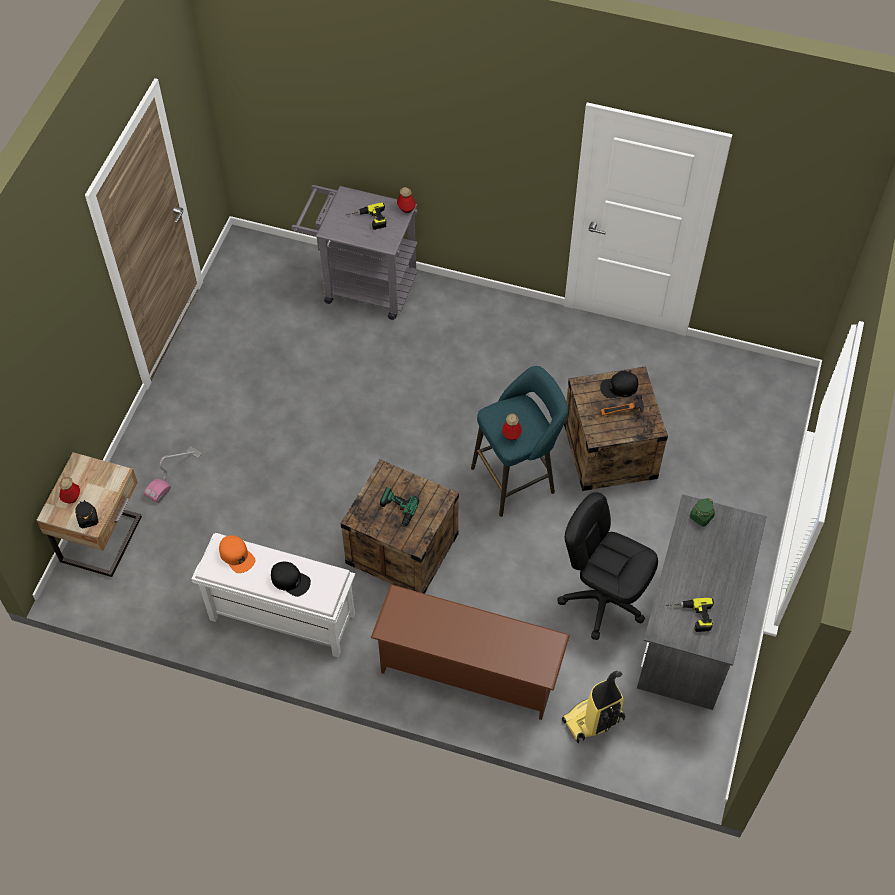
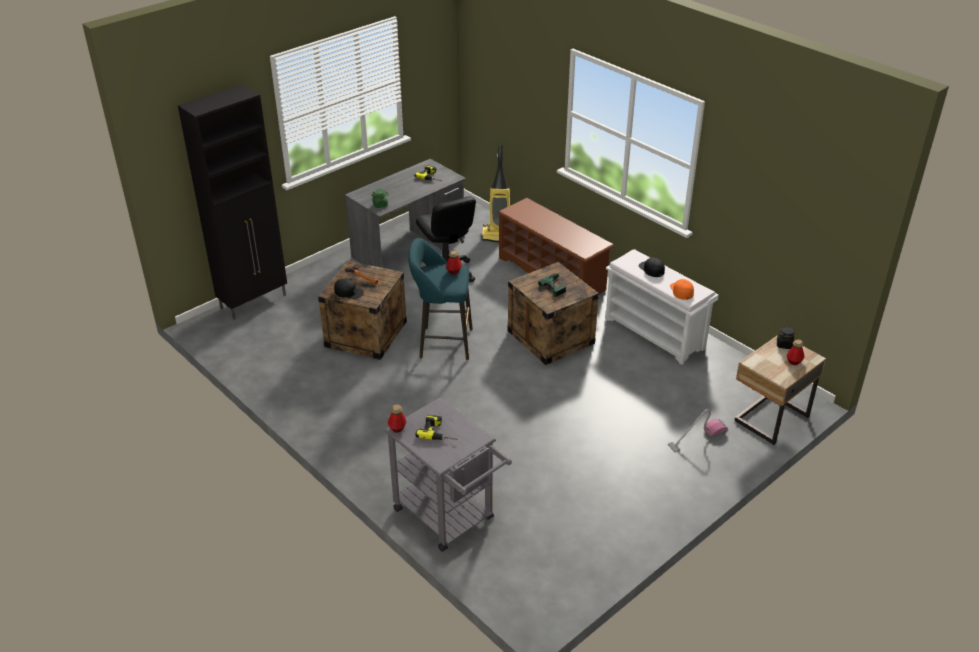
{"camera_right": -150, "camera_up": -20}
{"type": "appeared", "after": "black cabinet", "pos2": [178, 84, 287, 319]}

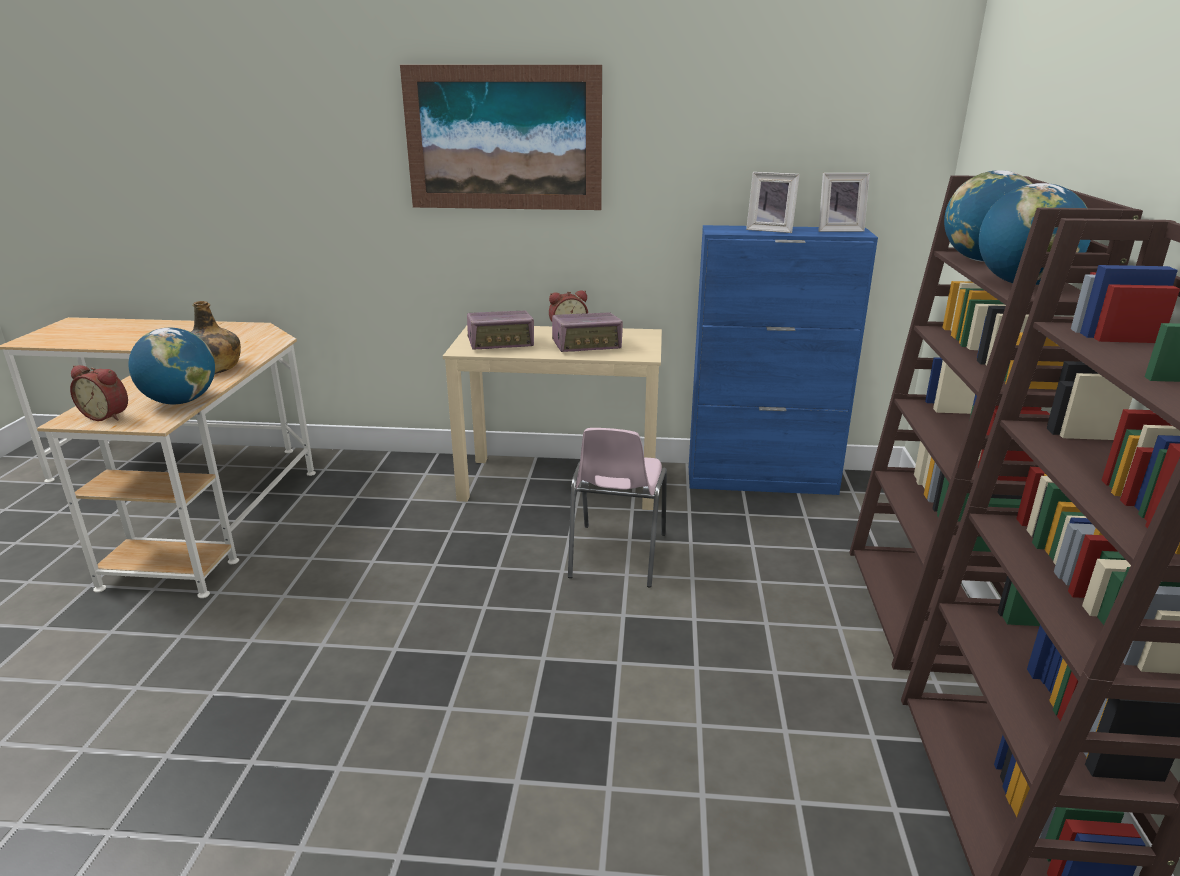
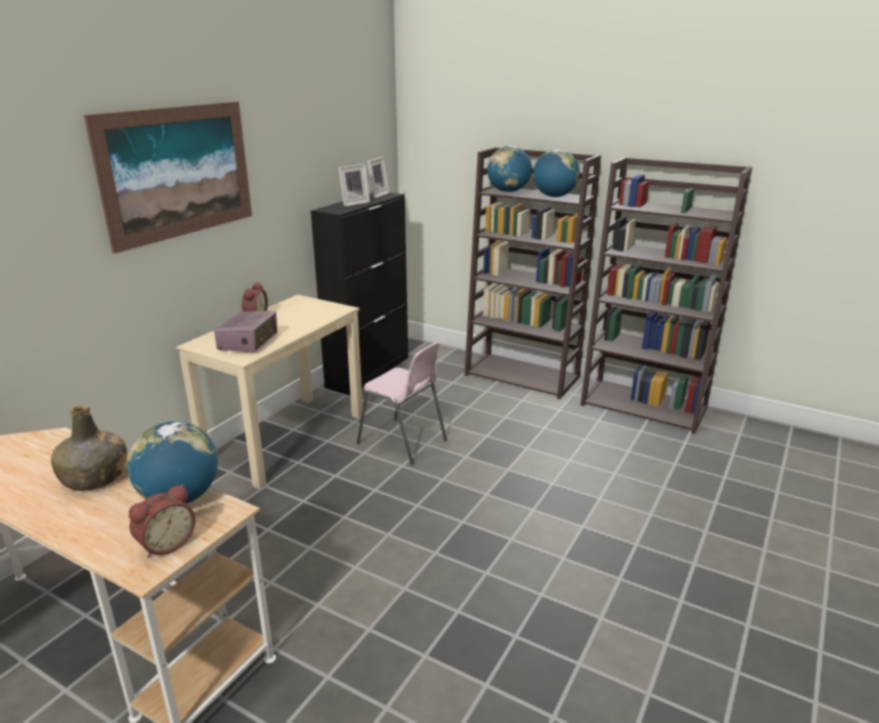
{"camera_right": -65, "camera_up": 0}
{"type": "missing", "before": "radio", "pos1": [552, 312, 623, 352]}
{"type": "colour", "before": "blue cabinet", "after": "black cabinet", "pos1": [689, 225, 878, 495], "pos2": [311, 193, 408, 395]}

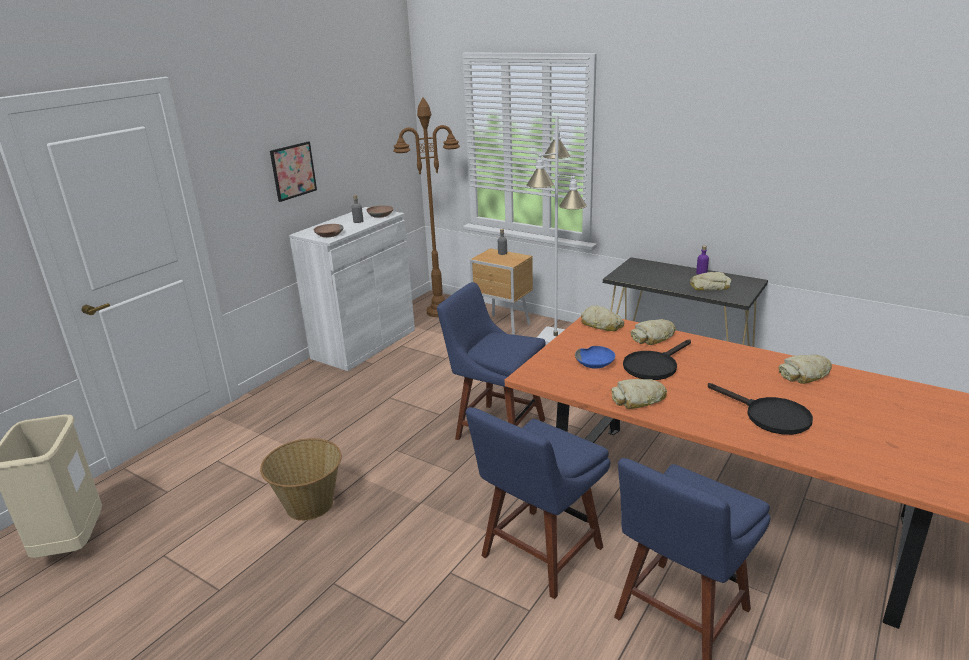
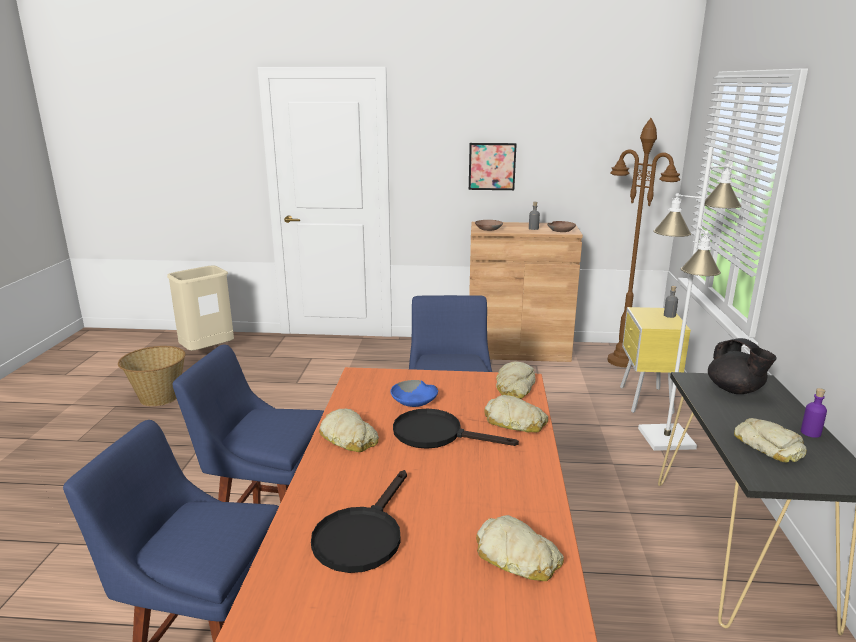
{"camera_right": 60, "camera_up": -5}
{"type": "appeared", "after": "black teapot", "pos2": [708, 338, 777, 394]}
{"type": "relocated", "before": "basket", "pos1": [260, 438, 342, 521], "pos2": [118, 346, 186, 406]}
{"type": "colour", "before": "white cabinet", "after": "brown cabinet", "pos1": [289, 207, 415, 371], "pos2": [469, 222, 583, 362]}
{"type": "colour", "before": "brown nightstand", "after": "yellow nightstand", "pos1": [470, 248, 533, 335], "pos2": [620, 307, 691, 414]}

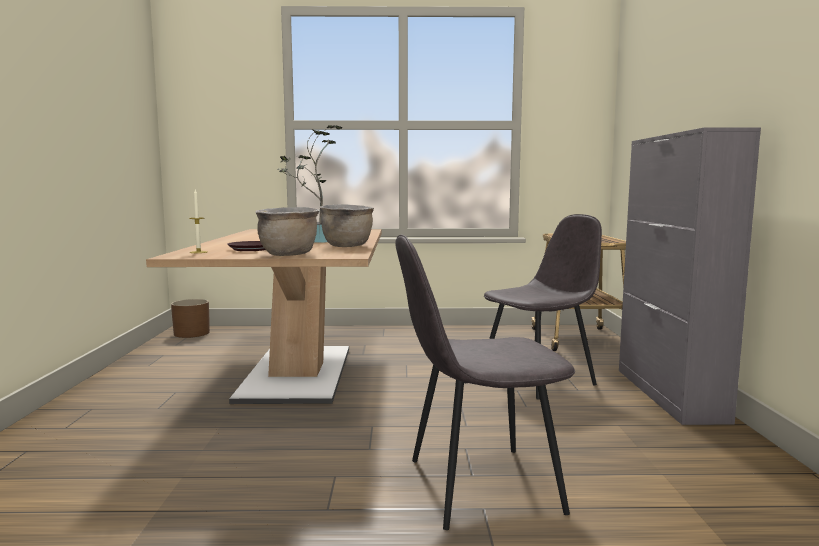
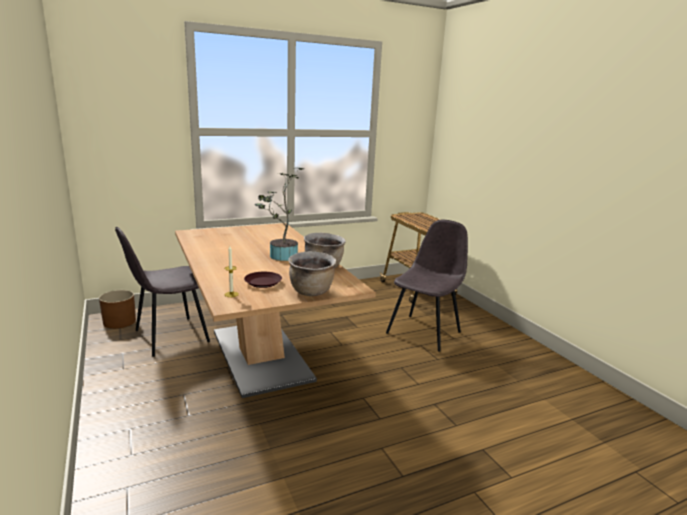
{"camera_right": -25, "camera_up": 10}
{"type": "missing", "before": "grey cabinet", "pos1": [619, 127, 761, 425]}
{"type": "relocated", "before": "grey chair", "pos1": [395, 235, 575, 530], "pos2": [115, 227, 210, 357]}

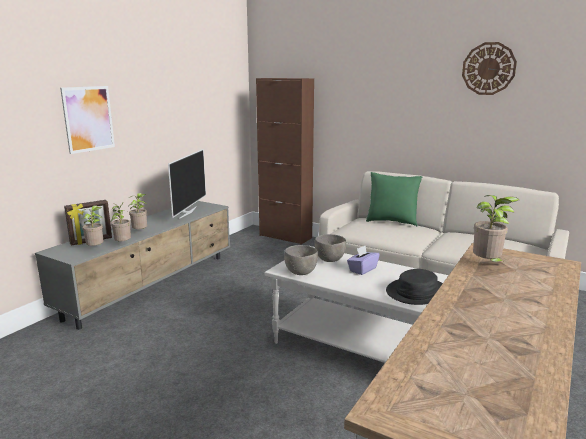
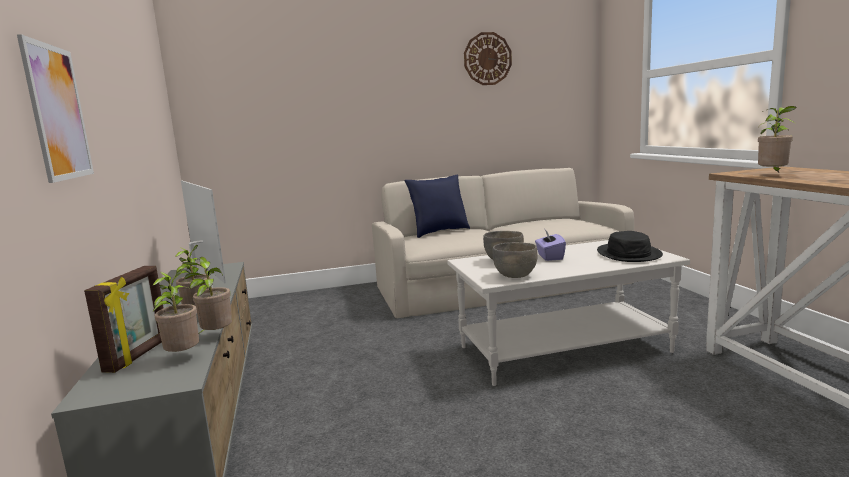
{"camera_right": -45, "camera_up": -5}
{"type": "missing", "before": "brown cabinet", "pos1": [256, 78, 314, 245]}
{"type": "colour", "before": "green pillow", "after": "blue pillow", "pos1": [366, 172, 423, 226], "pos2": [404, 175, 470, 238]}

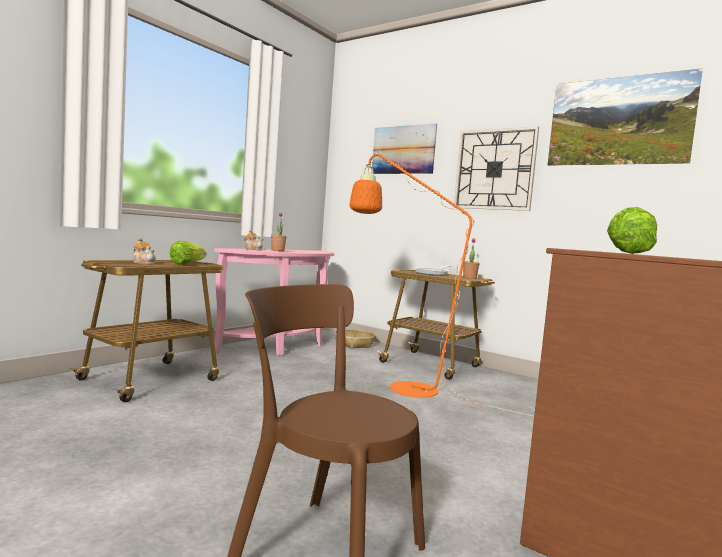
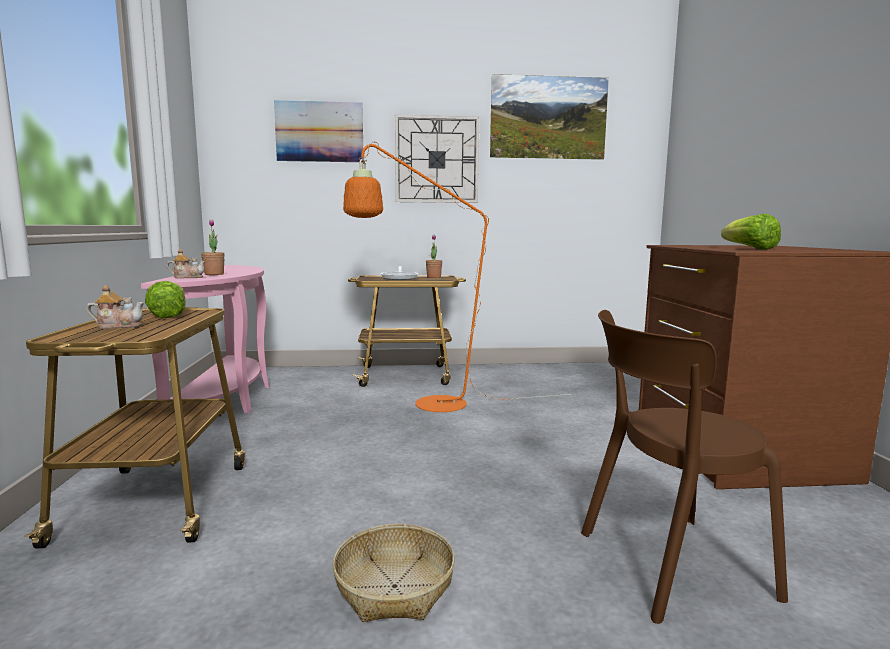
{"camera_right": -40, "camera_up": 5}
{"type": "relocated", "before": "basket", "pos1": [335, 329, 375, 348], "pos2": [332, 524, 455, 622]}

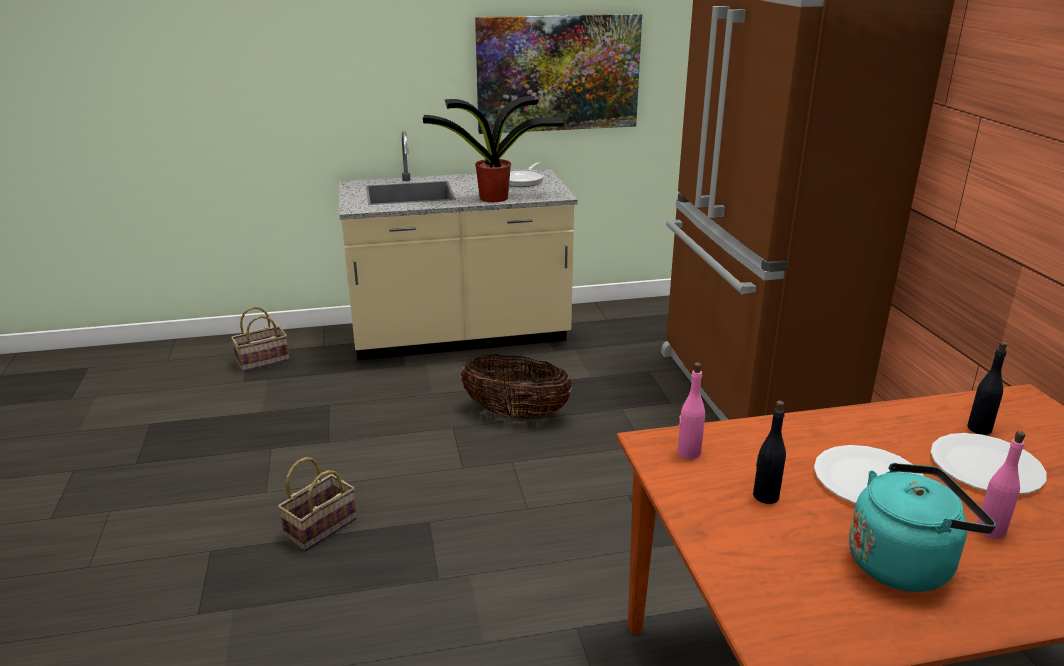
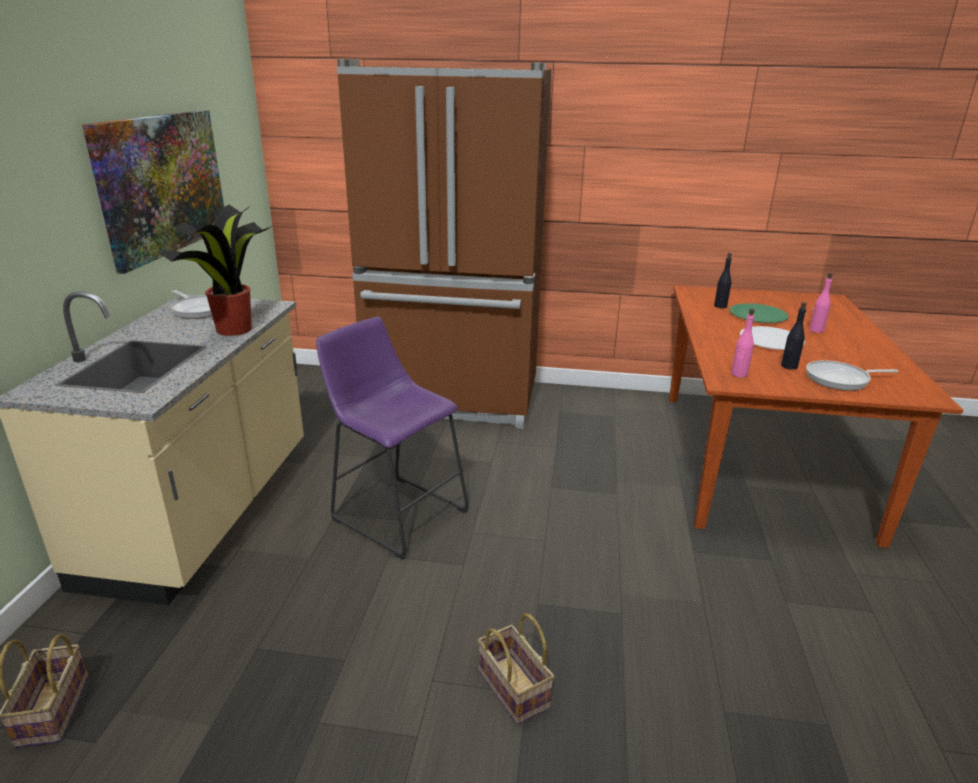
{"camera_right": -70, "camera_up": 0}
{"type": "missing", "before": "turquoise kettle", "pos1": [849, 463, 996, 592]}
{"type": "appeared", "after": "frying pan", "pos2": [806, 360, 898, 391]}
{"type": "exchanged", "before": "basket", "after": "purple stool", "pos1": [461, 354, 572, 419], "pos2": [316, 317, 468, 560]}
{"type": "colour", "before": "white plate", "after": "green plate", "pos1": [931, 433, 1047, 494], "pos2": [729, 303, 789, 323]}

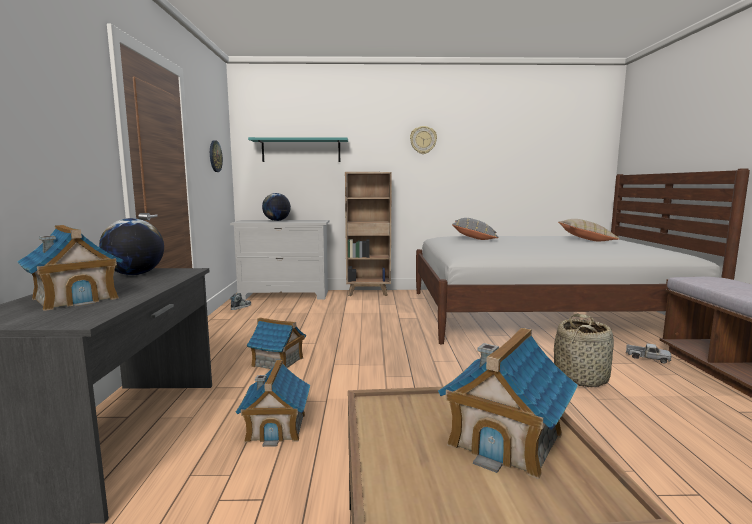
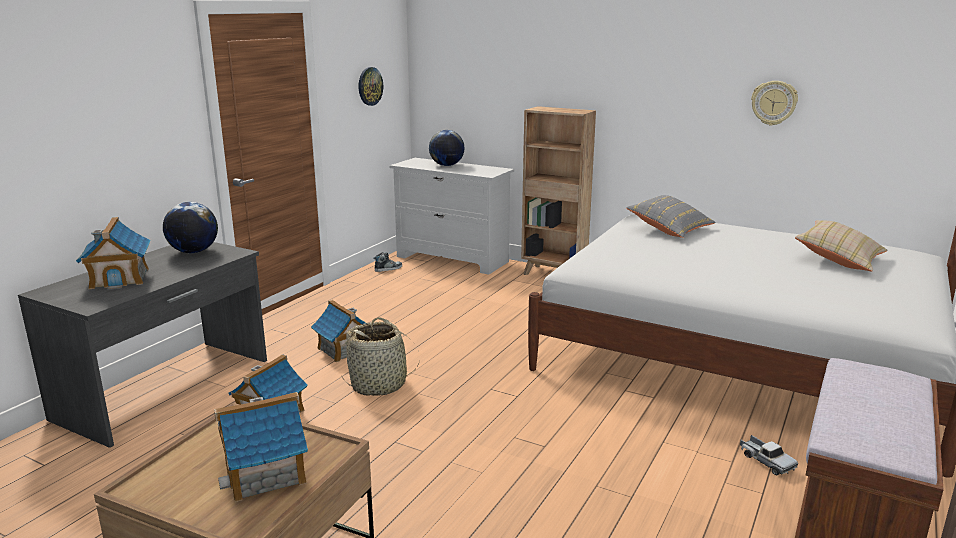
{"camera_right": 30, "camera_up": 10}
{"type": "missing", "before": "turquoise shelf", "pos1": [248, 137, 348, 162]}
{"type": "relocated", "before": "wall clock", "pos1": [410, 126, 437, 154], "pos2": [751, 81, 798, 126]}
{"type": "relocated", "before": "basket", "pos1": [554, 314, 614, 387], "pos2": [342, 317, 419, 396]}

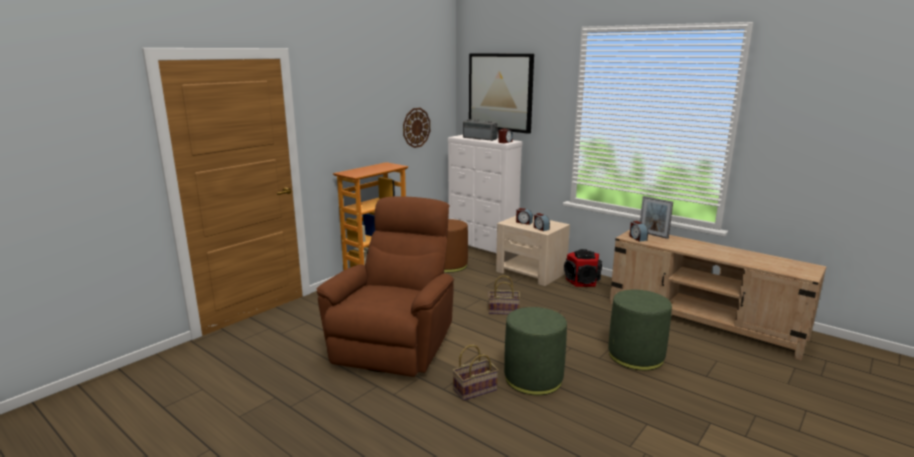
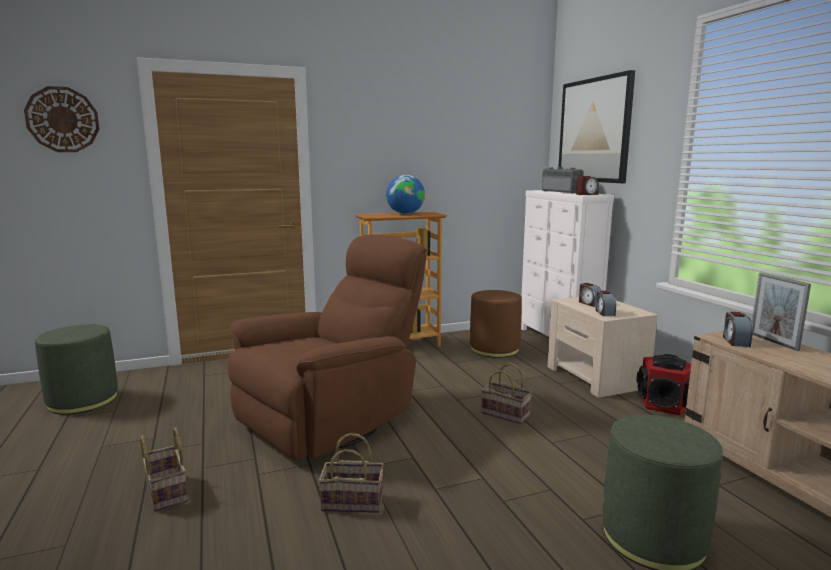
{"camera_right": 30, "camera_up": -5}
{"type": "appeared", "after": "basket", "pos2": [140, 427, 188, 512]}
{"type": "appeared", "after": "globe", "pos2": [386, 175, 425, 214]}
{"type": "relocated", "before": "wall clock", "pos1": [403, 108, 430, 148], "pos2": [24, 86, 99, 152]}
{"type": "relocated", "before": "green ottoman", "pos1": [504, 307, 567, 395], "pos2": [35, 324, 118, 414]}

